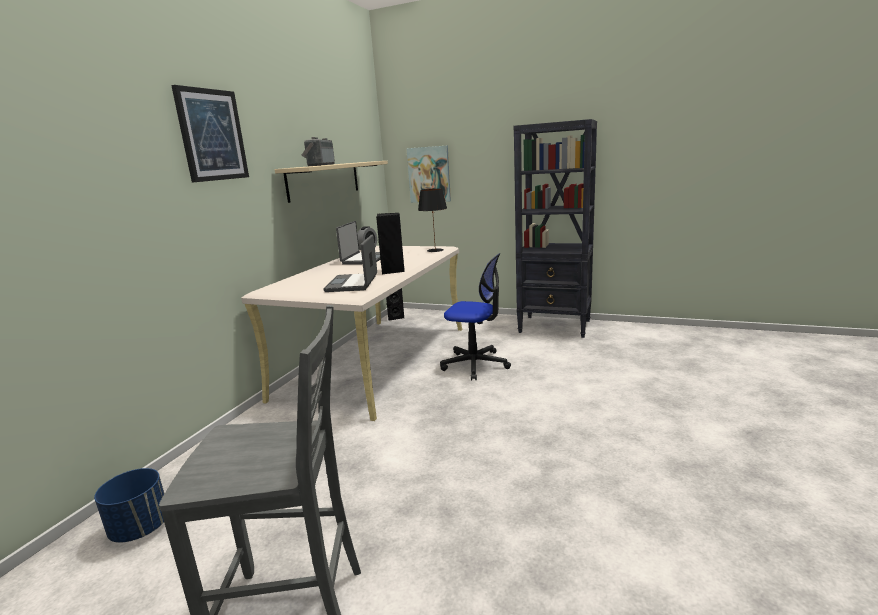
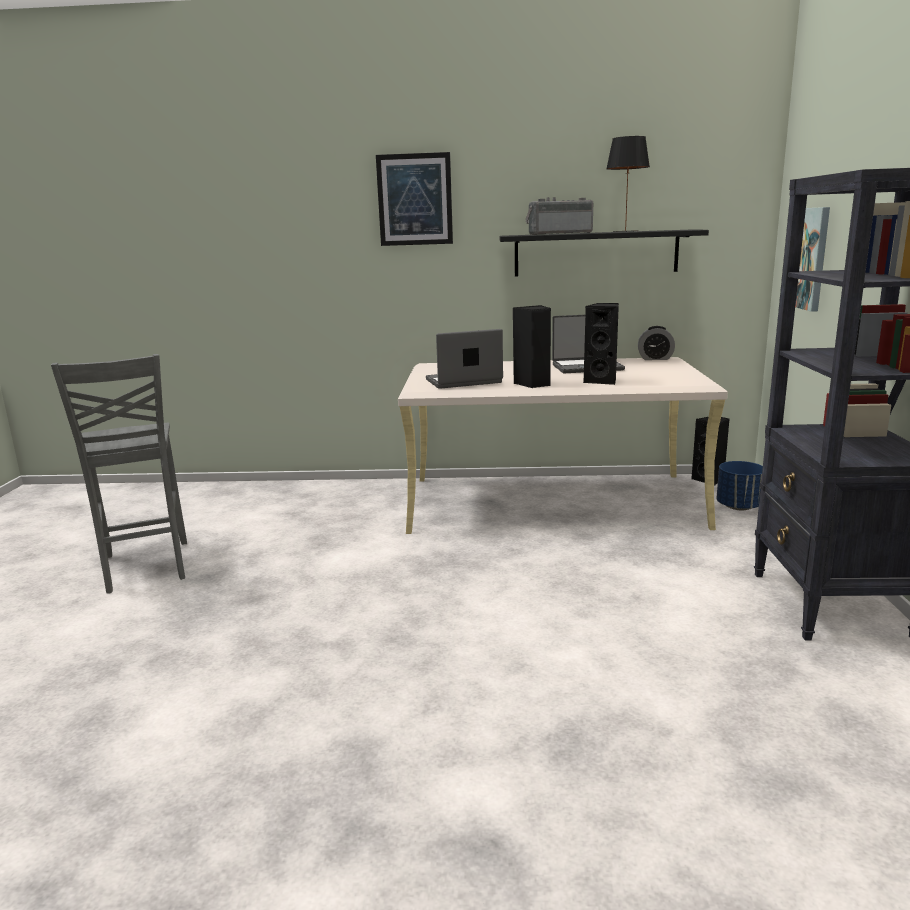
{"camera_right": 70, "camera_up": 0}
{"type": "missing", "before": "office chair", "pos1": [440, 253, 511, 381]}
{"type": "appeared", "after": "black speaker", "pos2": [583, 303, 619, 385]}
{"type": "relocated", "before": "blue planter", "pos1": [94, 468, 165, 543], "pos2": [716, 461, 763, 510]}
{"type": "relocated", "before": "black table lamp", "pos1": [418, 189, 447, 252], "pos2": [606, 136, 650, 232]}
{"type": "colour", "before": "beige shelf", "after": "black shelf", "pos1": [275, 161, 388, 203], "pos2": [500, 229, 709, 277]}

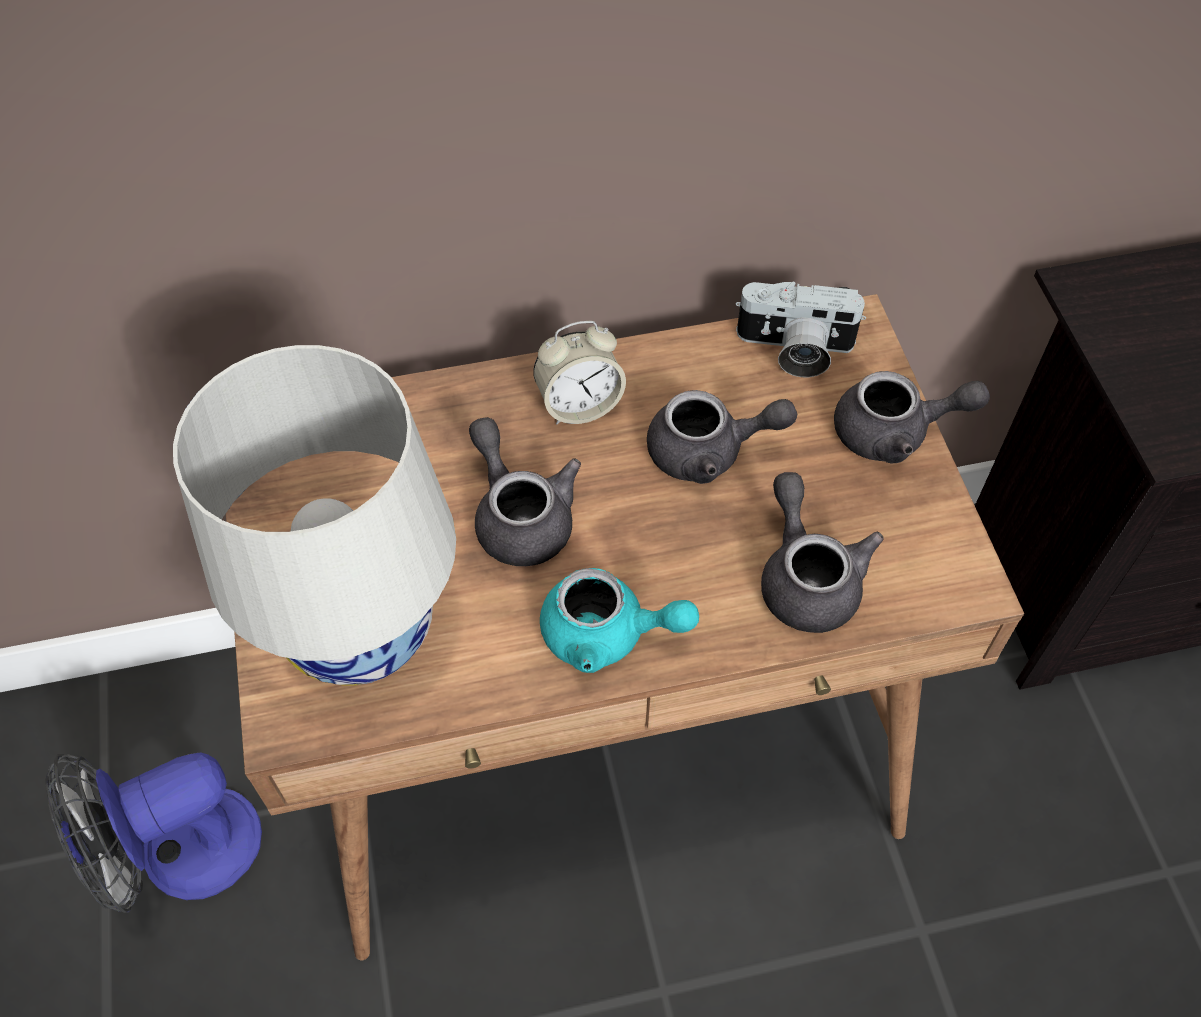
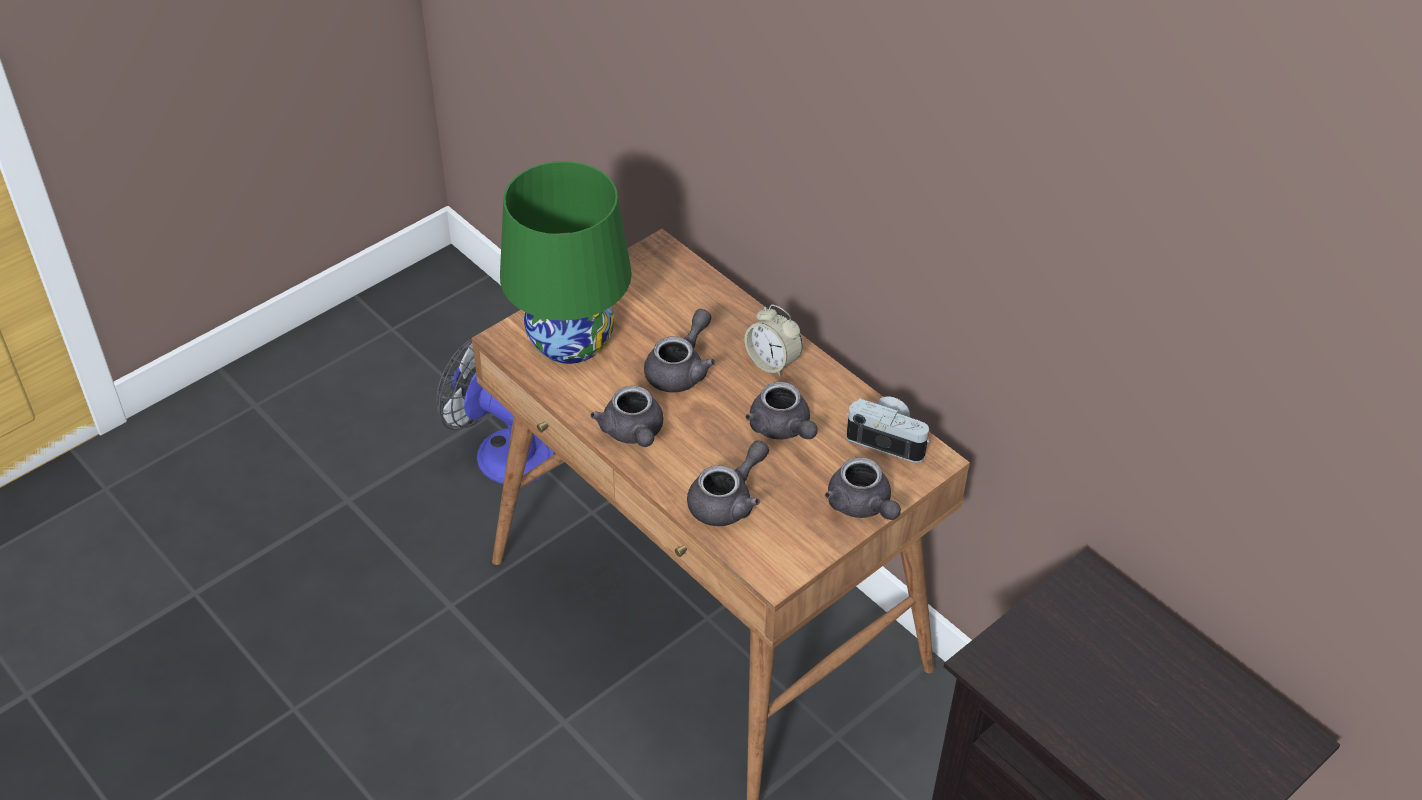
{"camera_right": 60, "camera_up": -10}
{"type": "colour", "before": "white table lamp", "after": "green table lamp", "pos1": [173, 345, 456, 685], "pos2": [500, 161, 632, 364]}
{"type": "colour", "before": "turquoise teapot", "after": "grey teapot", "pos1": [540, 568, 699, 673], "pos2": [590, 386, 663, 447]}
{"type": "spun", "before": "photo camera", "pos1": [736, 281, 866, 377], "pos2": [846, 396, 930, 463], "turn": 135}

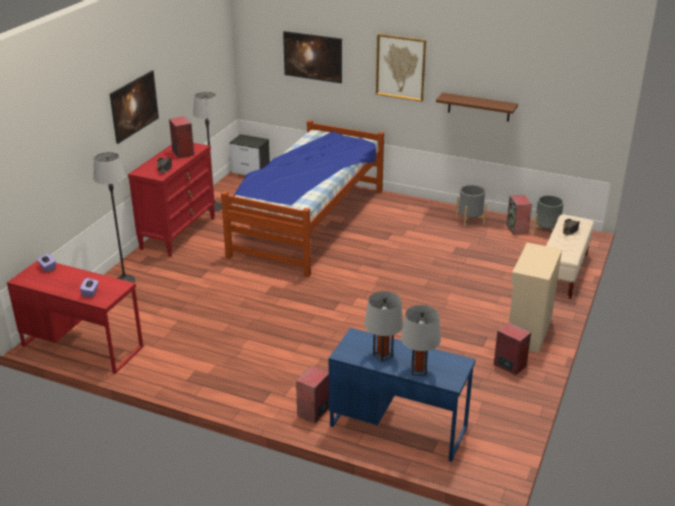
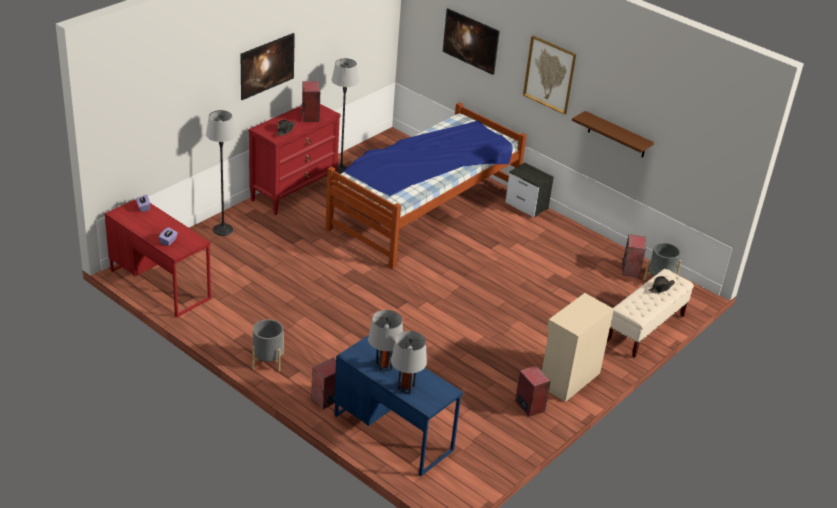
{"camera_right": 15, "camera_up": 5}
{"type": "relocated", "before": "nightstand", "pos1": [229, 134, 270, 175], "pos2": [505, 163, 554, 217]}
{"type": "relocated", "before": "grey planter", "pos1": [456, 185, 487, 227], "pos2": [252, 319, 284, 371]}

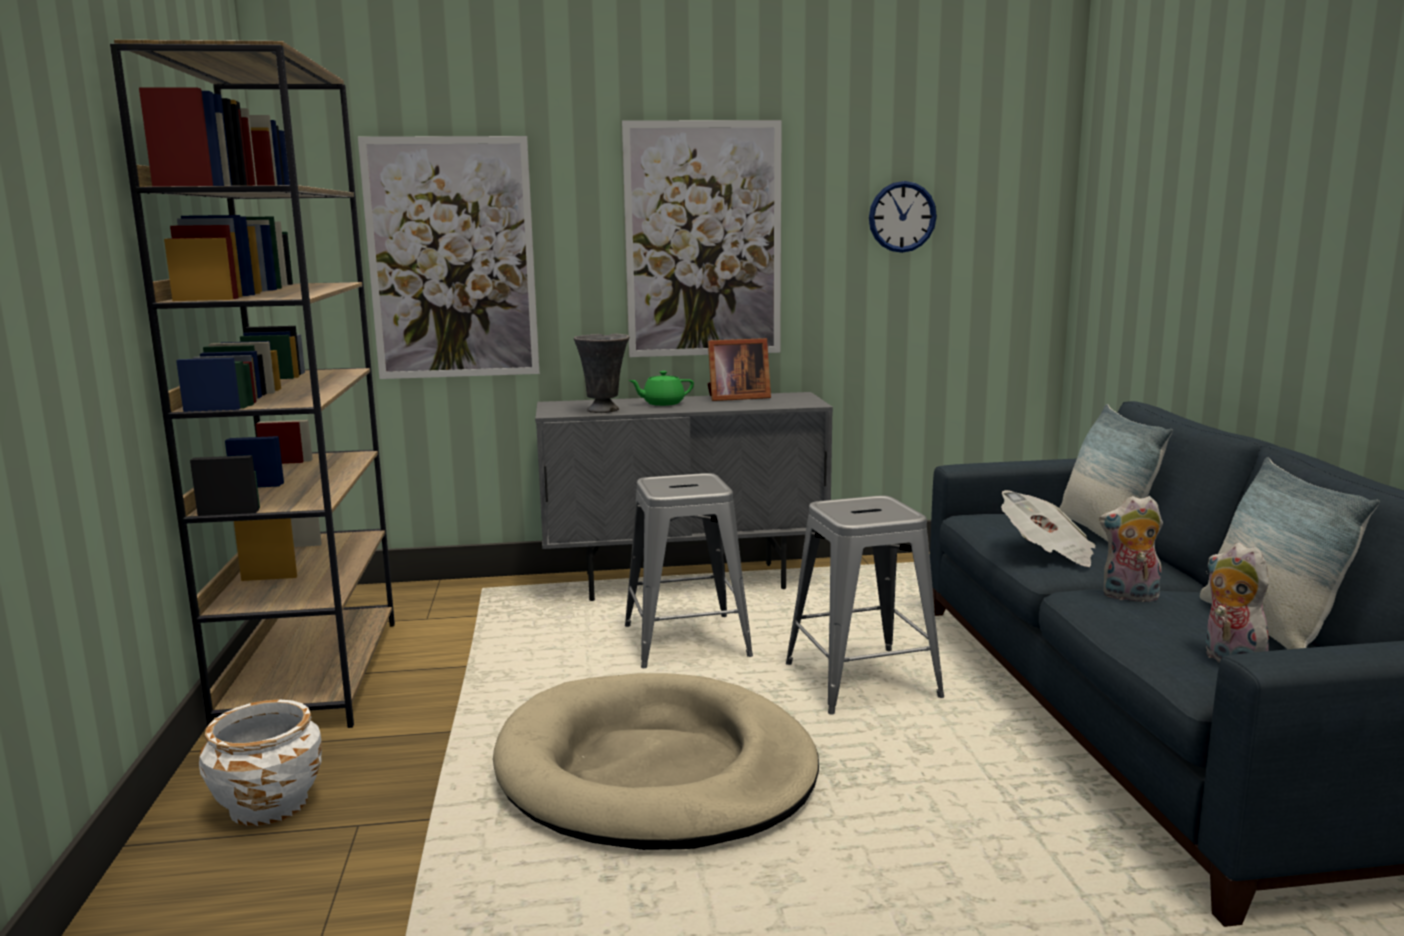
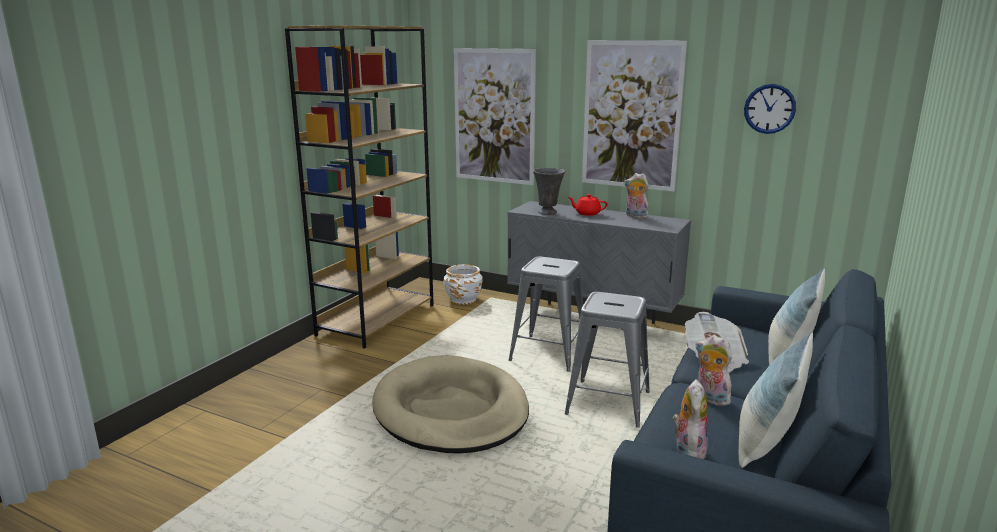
{"camera_right": 35, "camera_up": 5}
{"type": "relocated", "before": "white planter", "pos1": [199, 699, 322, 826], "pos2": [444, 265, 483, 305]}
{"type": "exchanged", "before": "picture frame", "after": "plush toy", "pos1": [707, 338, 771, 401], "pos2": [624, 173, 649, 218]}
{"type": "colour", "before": "green teapot", "after": "red teapot", "pos1": [629, 371, 694, 406], "pos2": [568, 194, 608, 216]}

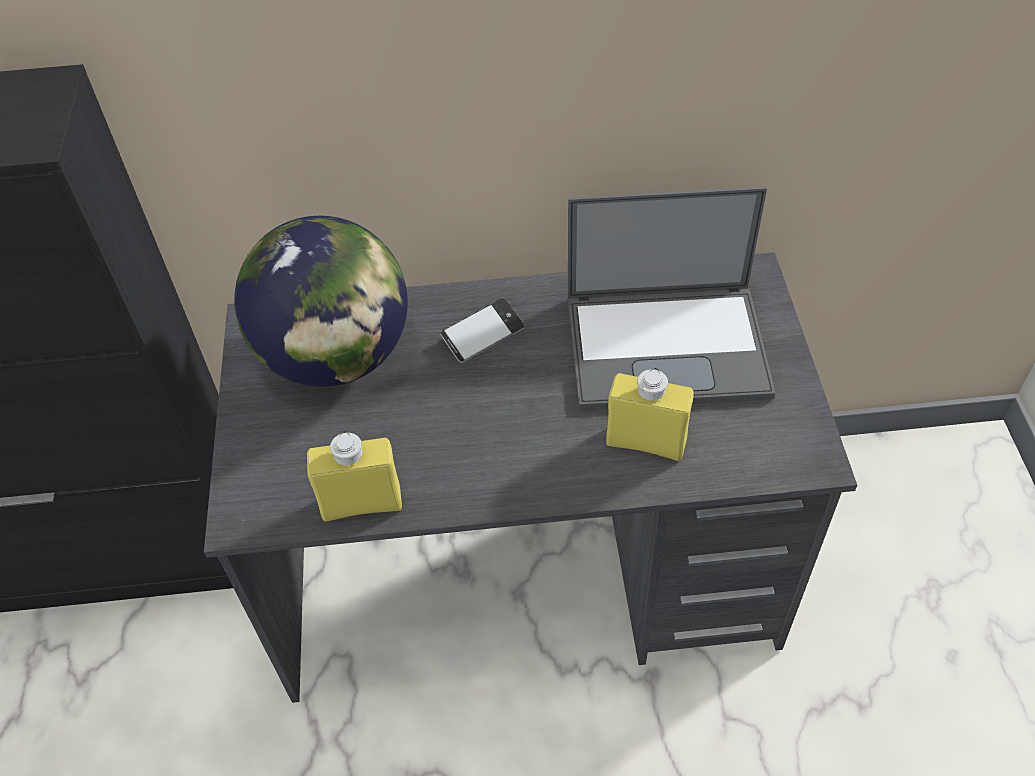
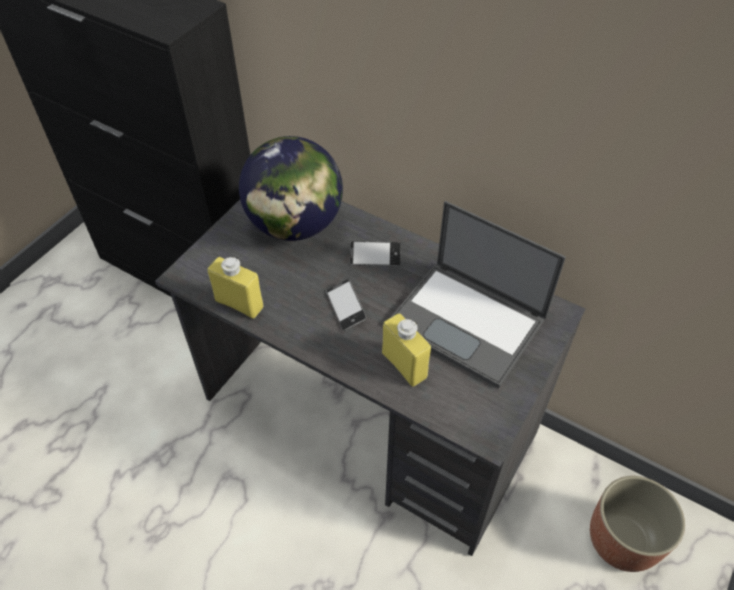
{"camera_right": 35, "camera_up": 0}
{"type": "appeared", "after": "phone", "pos2": [326, 279, 367, 331]}
{"type": "appeared", "after": "planter", "pos2": [590, 476, 685, 572]}

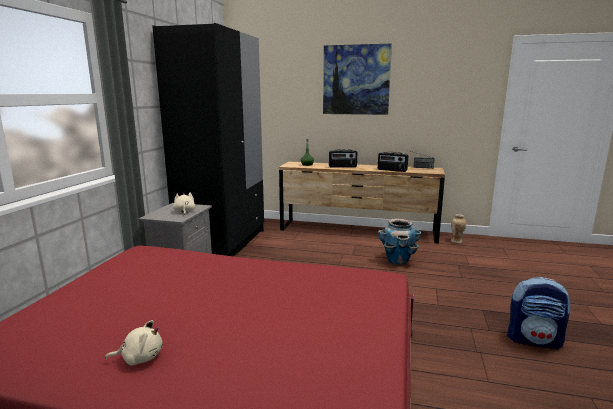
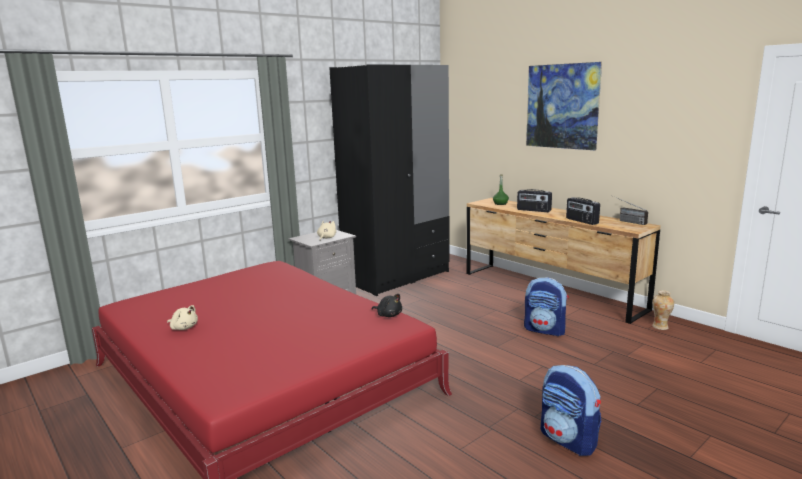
{"camera_right": 35, "camera_up": 0}
{"type": "appeared", "after": "black plush toy", "pos2": [372, 294, 402, 317]}
{"type": "exchanged", "before": "planter", "after": "backpack", "pos1": [378, 218, 421, 265], "pos2": [524, 278, 569, 336]}

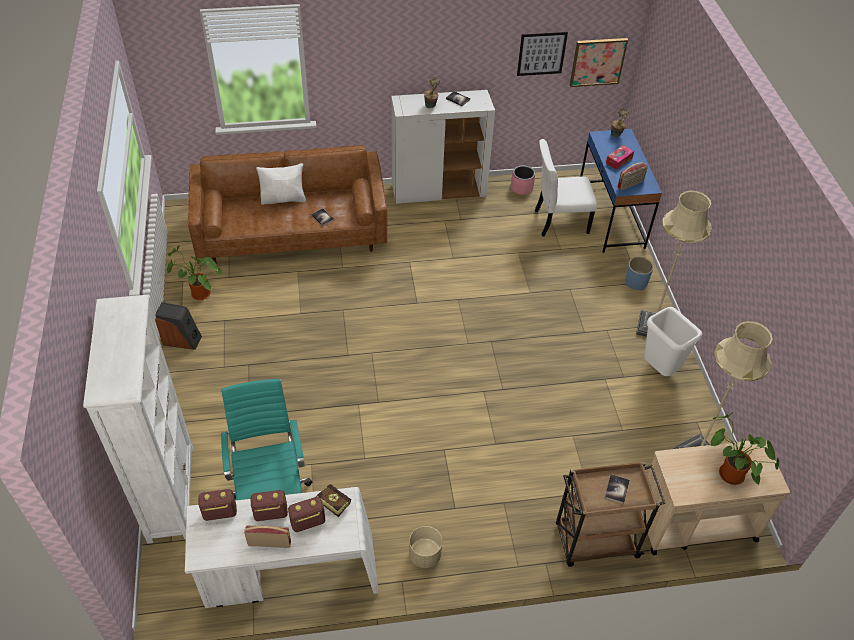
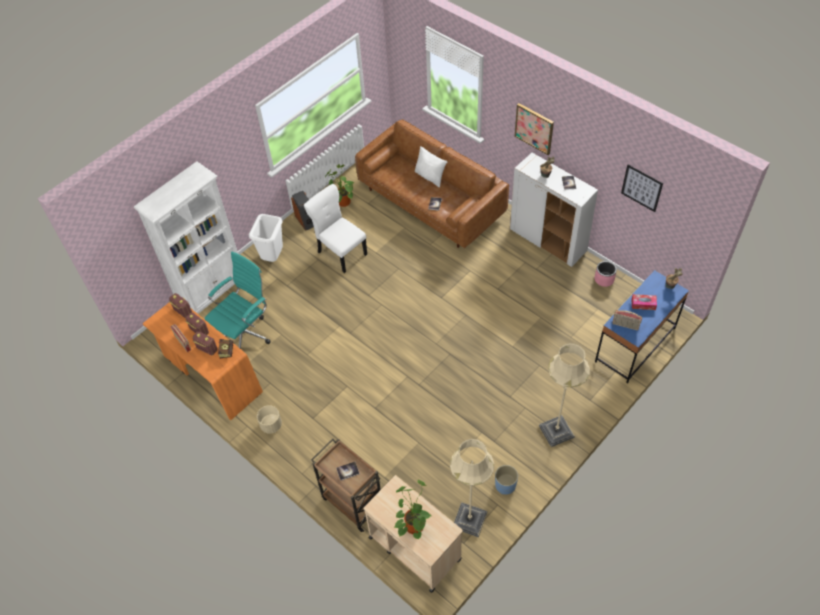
{"camera_right": 55, "camera_up": 5}
{"type": "relocated", "before": "white chair", "pos1": [535, 139, 597, 237], "pos2": [304, 184, 367, 273]}
{"type": "relocated", "before": "picture", "pos1": [570, 38, 628, 87], "pos2": [515, 103, 554, 155]}
{"type": "relocated", "before": "blue planter", "pos1": [625, 257, 654, 290], "pos2": [495, 465, 518, 495]}
{"type": "relocated", "before": "white trash can", "pos1": [644, 307, 702, 376], "pos2": [249, 214, 283, 262]}
{"type": "colour", "before": "white desk", "after": "orange desk", "pos1": [185, 487, 379, 608], "pos2": [143, 302, 263, 420]}

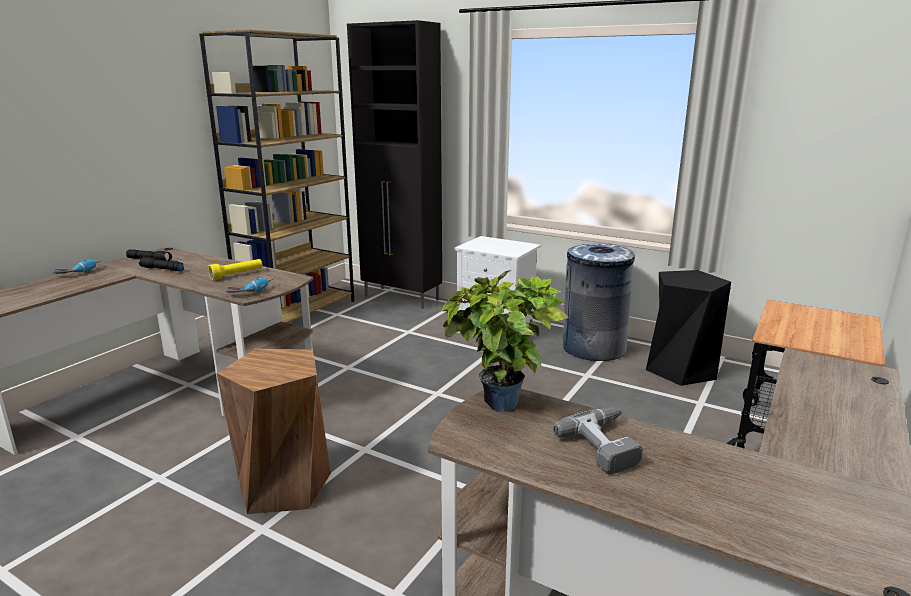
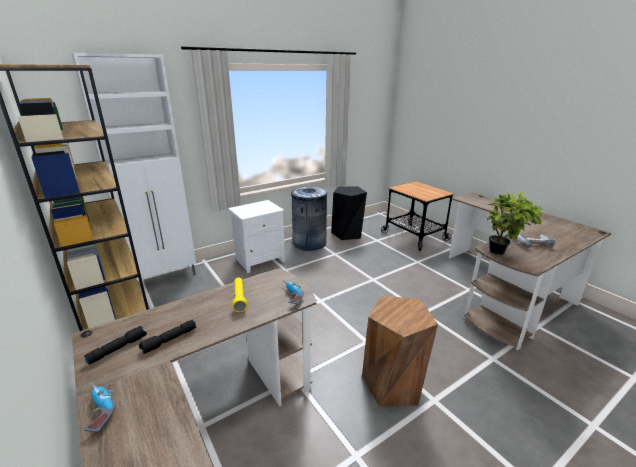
{"camera_right": -65, "camera_up": 5}
{"type": "colour", "before": "black cabinet", "after": "white cabinet", "pos1": [347, 20, 442, 309], "pos2": [72, 53, 196, 280]}

